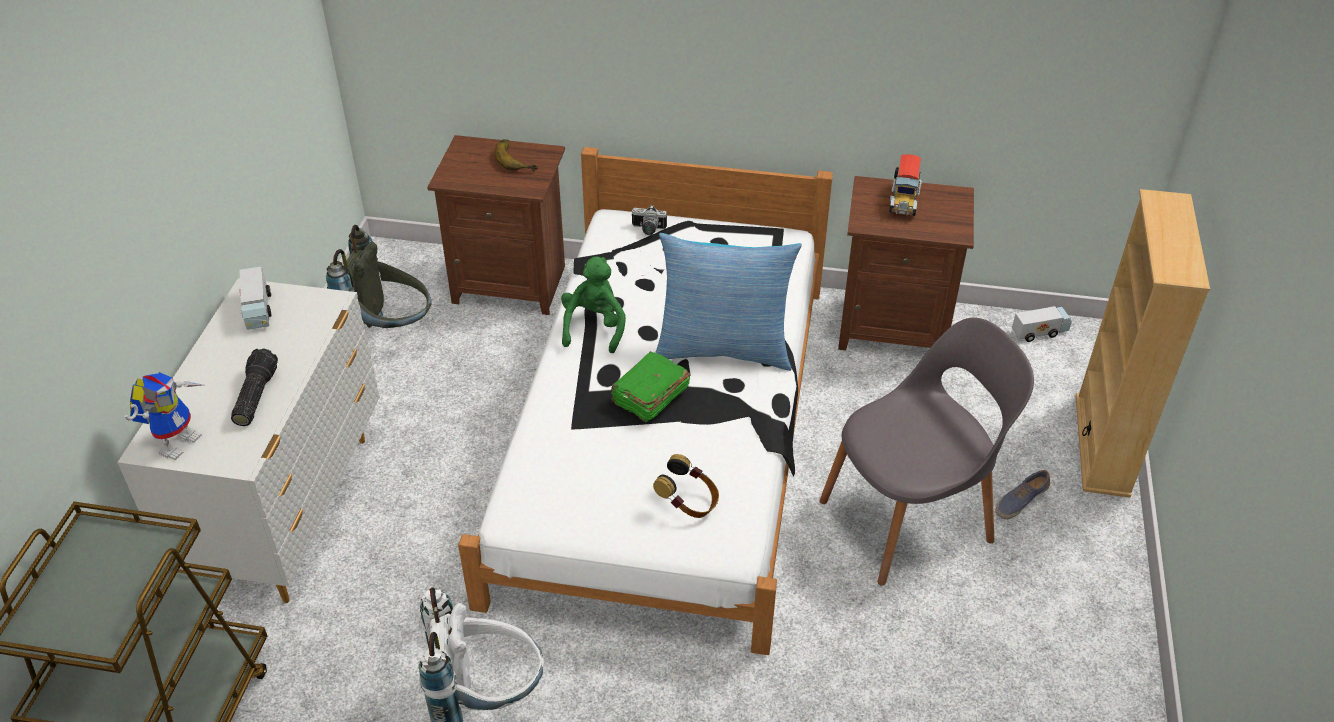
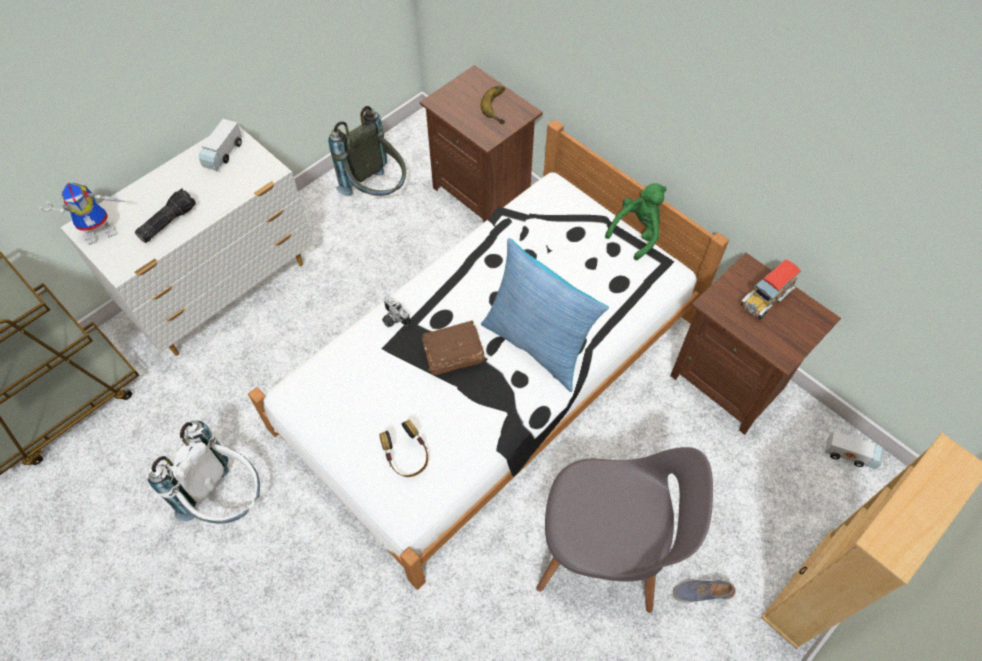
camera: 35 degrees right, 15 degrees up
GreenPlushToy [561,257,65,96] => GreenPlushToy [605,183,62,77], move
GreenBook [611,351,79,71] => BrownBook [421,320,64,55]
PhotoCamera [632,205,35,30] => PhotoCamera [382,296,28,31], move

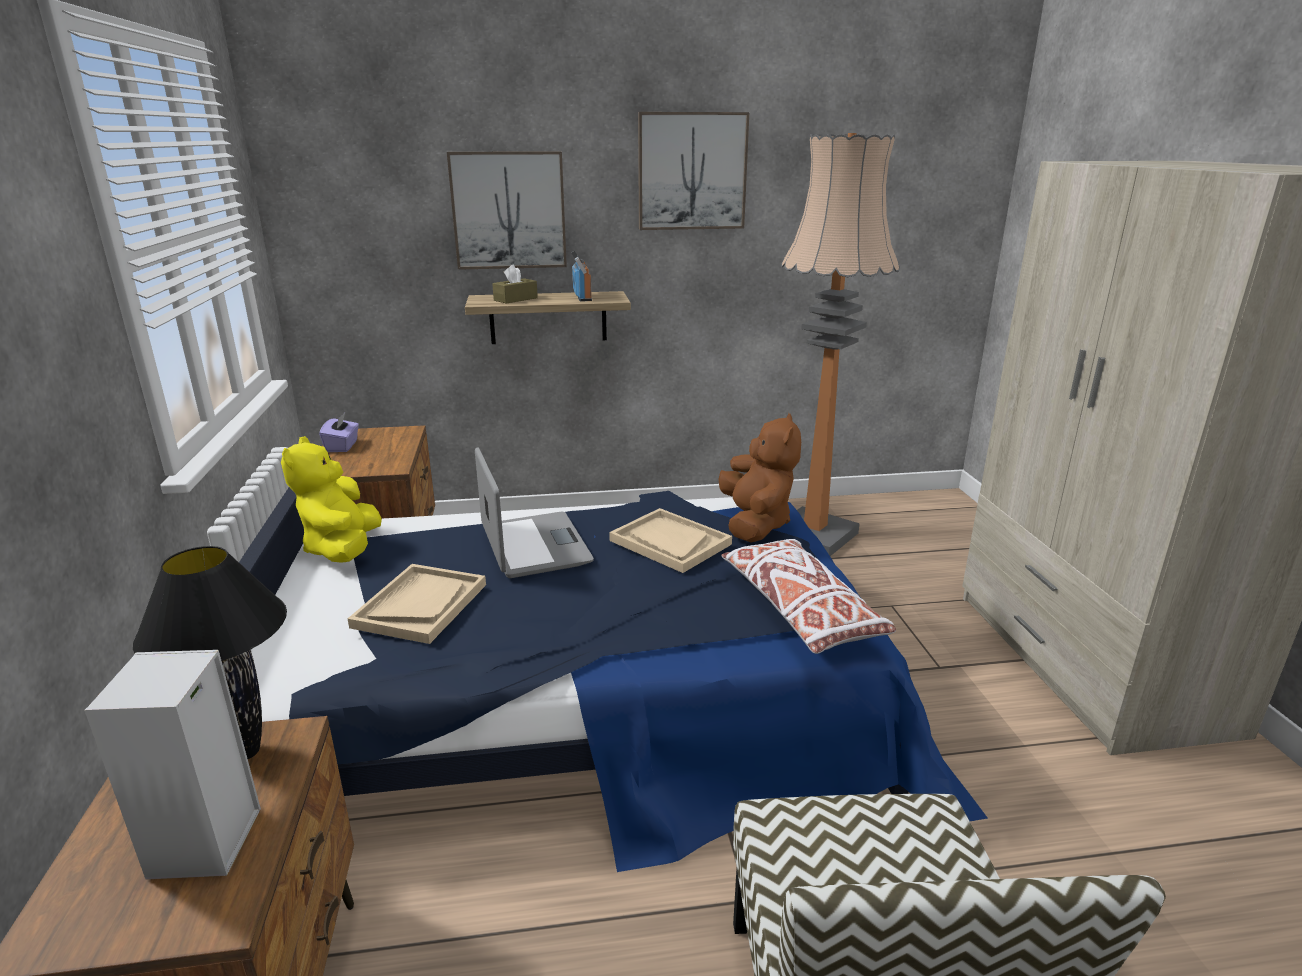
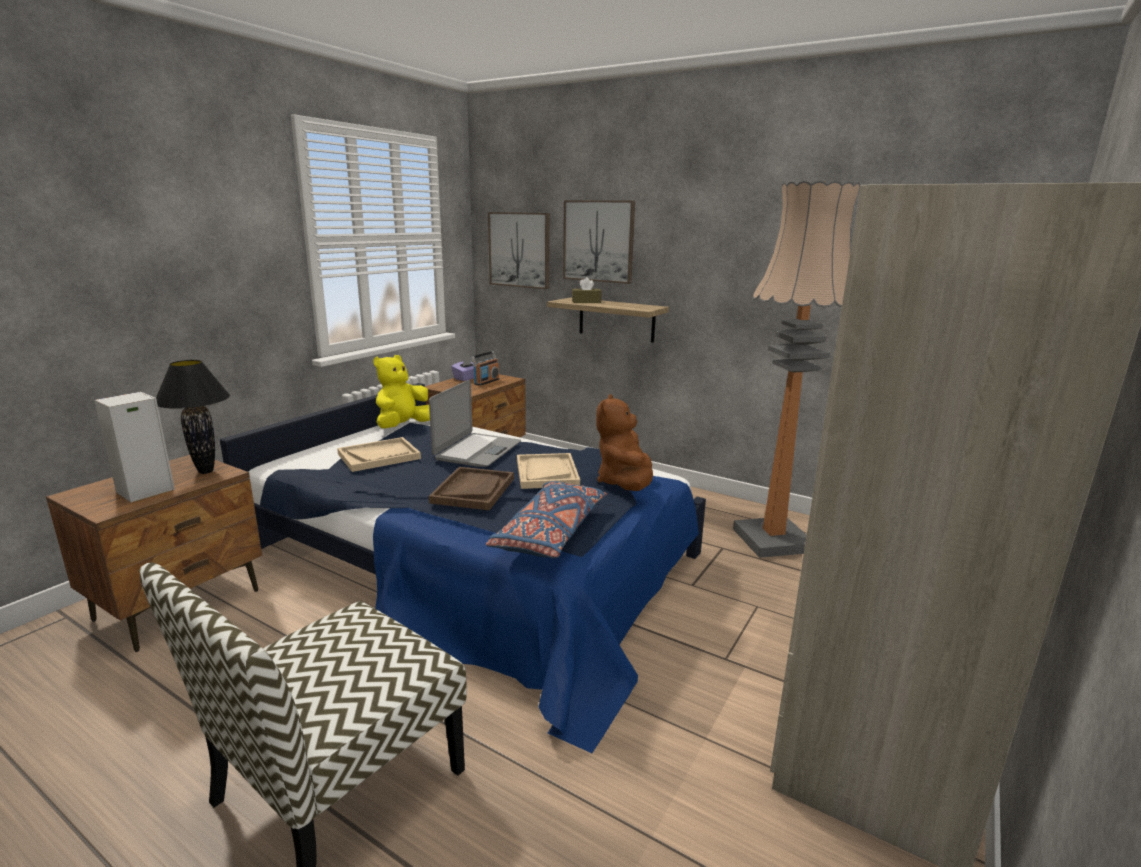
camera: 40 degrees right, 5 degrees down
Radio [571,251,21,51] => Radio [471,351,28,35], move
Picture [638,112,111,118] => Picture [488,212,62,77], move
BrownPlushToy [718,413,83,130] => BrownPlushToy [596,394,57,97], 150 degrees clockwise
WhitePillow [721,539,175,115] => BluePillow [486,481,121,78]
nothing => BrownTray [429,467,85,43]

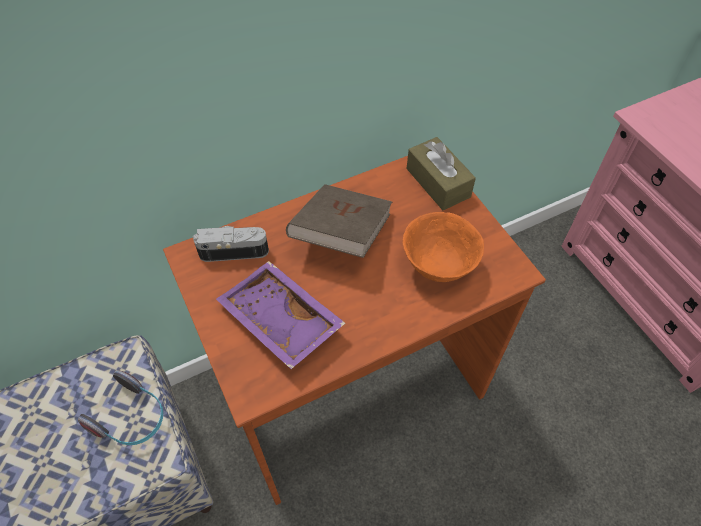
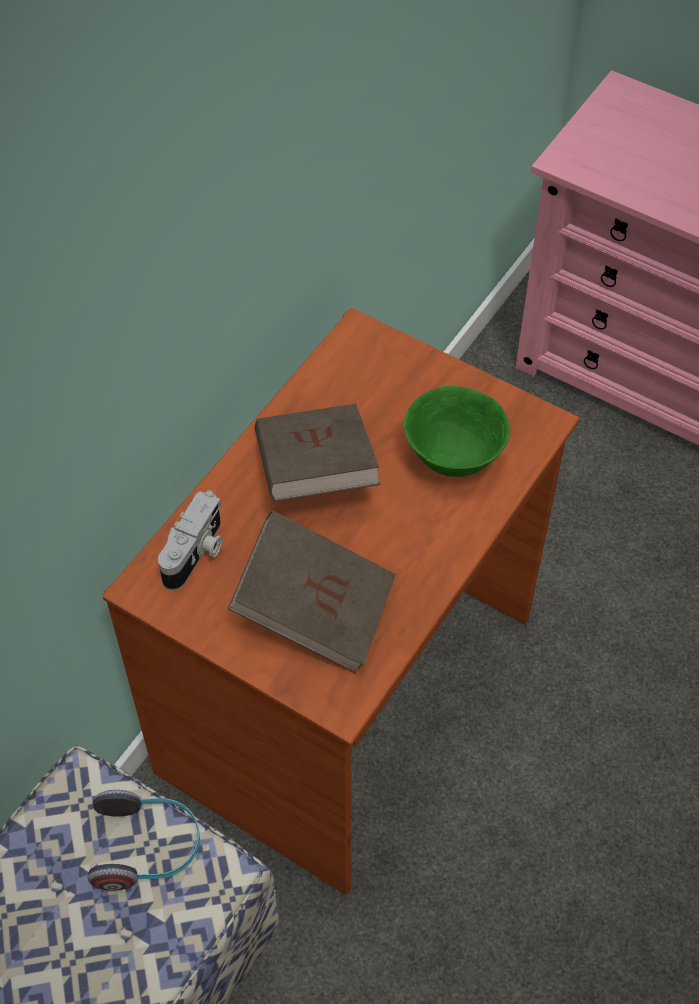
camera: 30 degrees left, 0 degrees up
PhotoCamera [193,226,76,36] => PhotoCamera [158,490,65,100], 150 degrees clockwise
PurpleTray [216,261,130,108] => BrownBook [228,510,168,163]
OrangeBowl [403,212,81,70] => GreenBowl [404,386,106,91]
BrownTissueBox [407,137,69,73] => nothing

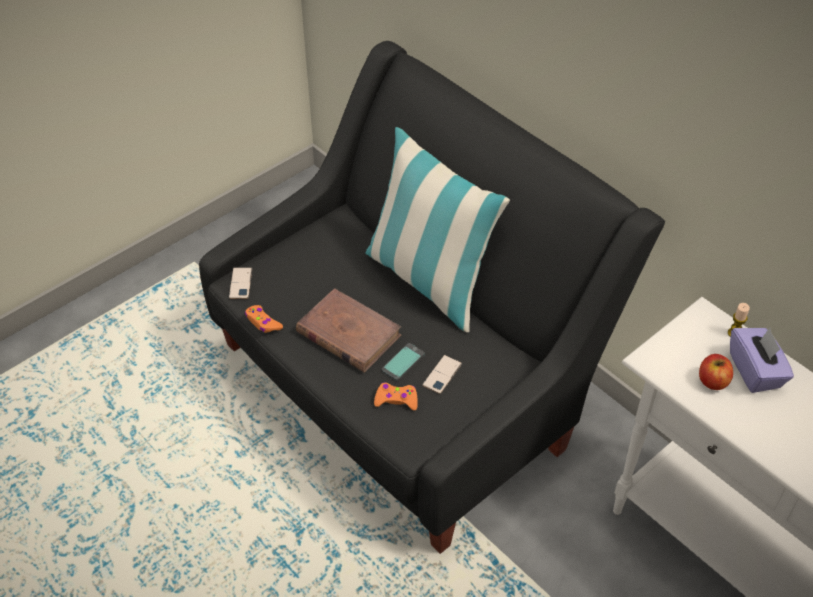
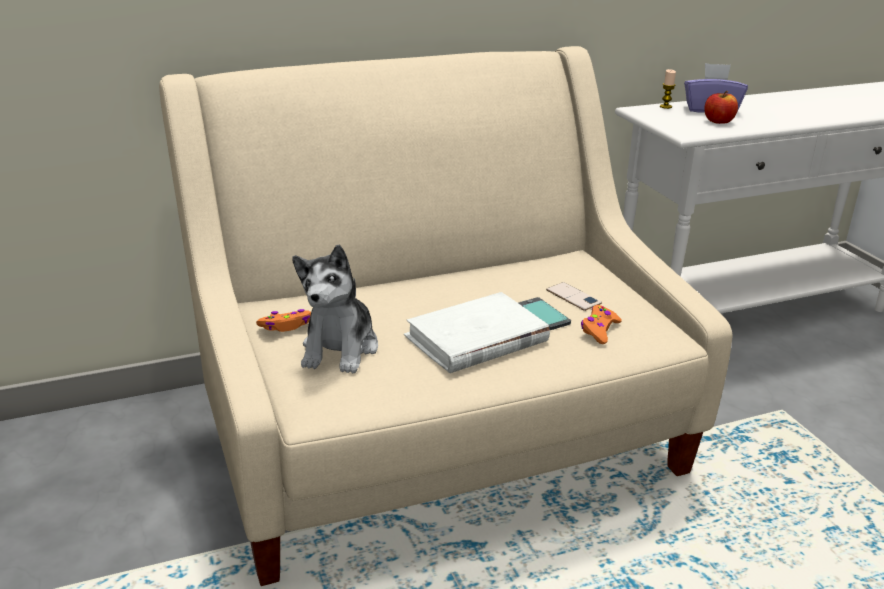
camera: 70 degrees left, 20 degrees down
BlackSofa [199,41,466,513] => BeigeSofa [159,46,574,540]
Phone [229,267,23,32] => nothing
OrangeGameController [245,305,38,28] => OrangeGameController [256,309,55,23], move
BrownBook [296,288,105,85] => WhiteBook [404,292,146,81]
Pillow [365,127,145,206] => nothing
nothing => PlushToy [293,244,85,130]

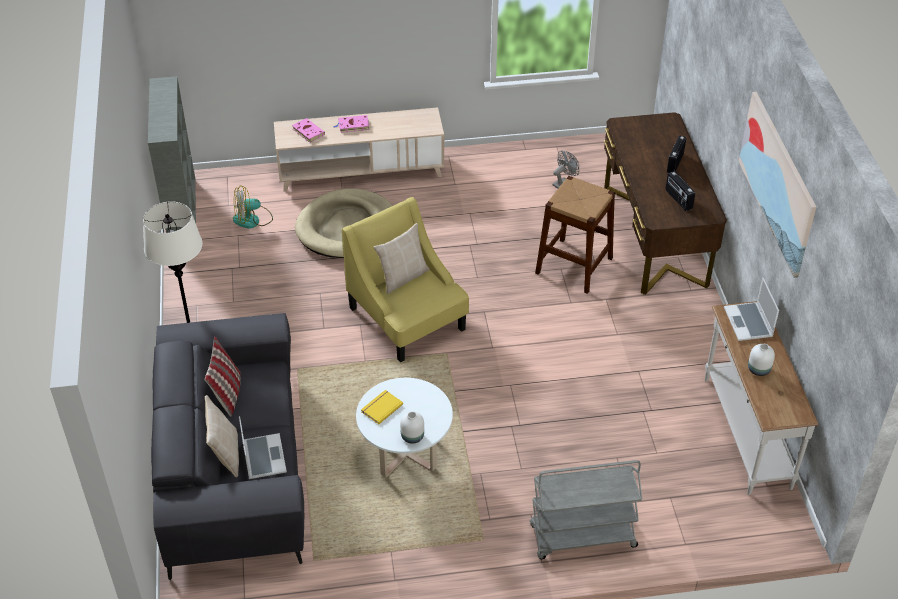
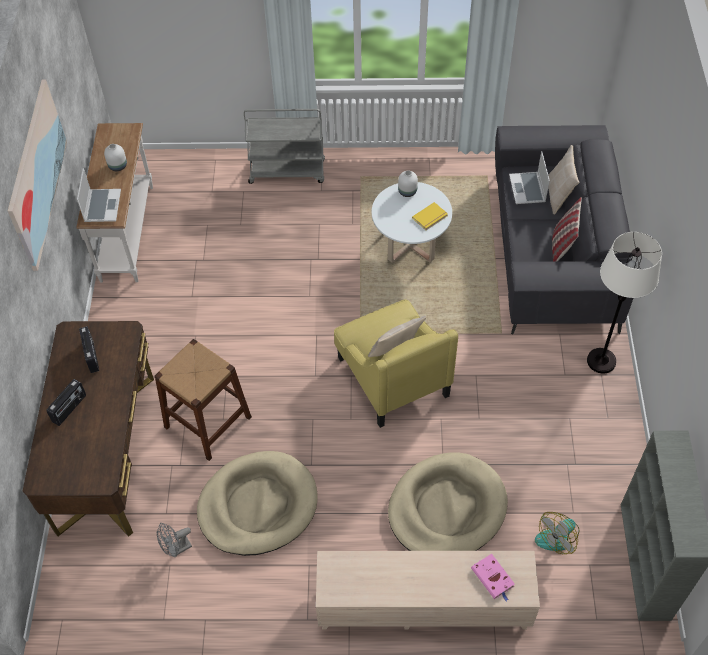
camera: 170 degrees left, 10 degrees up
Fan [233,185,40,44] => Fan [535,512,44,42], 150 degrees clockwise
PinkBook [334,115,35,18] => nothing
nothing => BeigeDogBed [197,451,121,105]

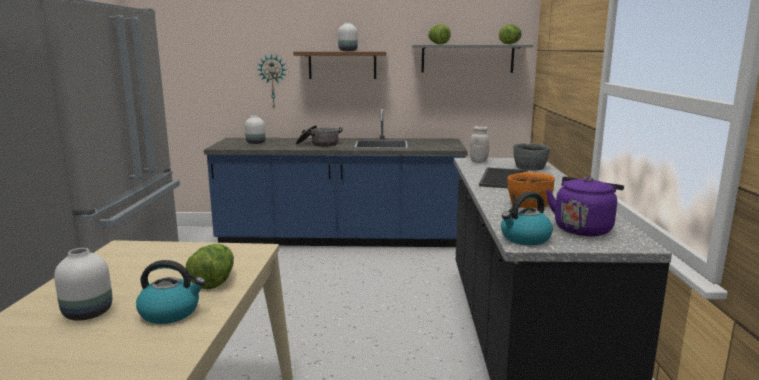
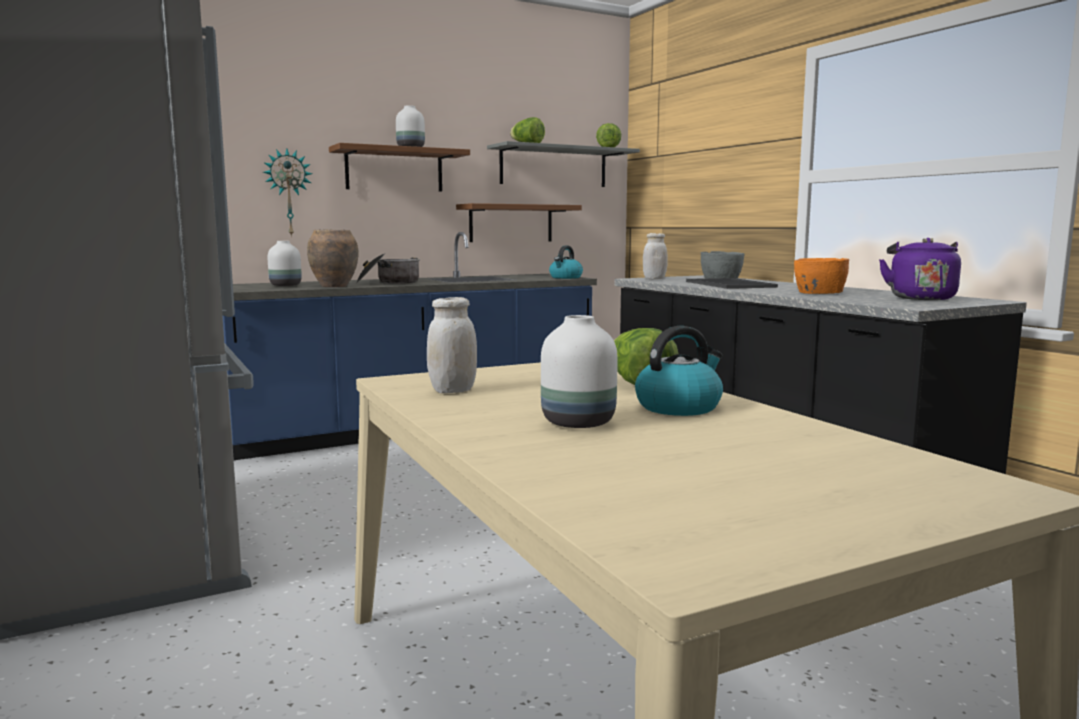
camera: 30 degrees left, 5 degrees down
Kettle [501,192,52,53] => Kettle [549,245,34,34], move
nothing => BrownVase [307,229,52,58]
nothing => WhiteJar [427,297,50,96]
nothing => BrownShelf [456,203,126,39]

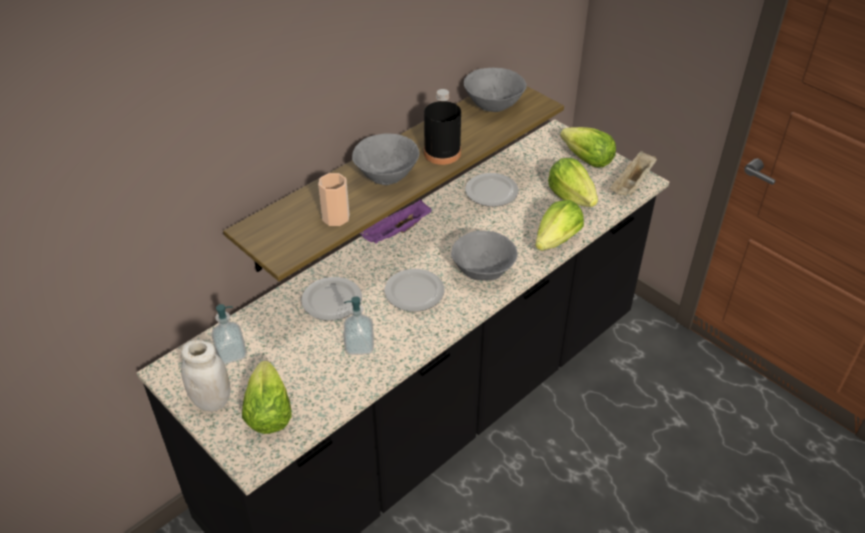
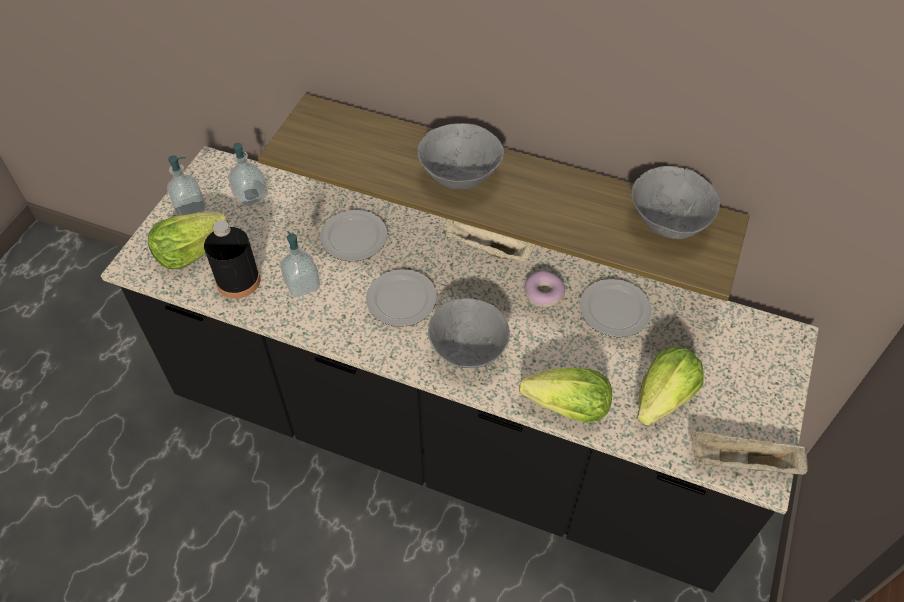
camera: 65 degrees right, 10 degrees up
WhiteJar [181,340,49,72] => SoapDispenser [167,155,39,61]
Cup [318,173,32,53] => nothing
PurpleTray [360,200,72,44] => BeigeTray [442,219,93,43]
BlackBottle [424,89,37,76] => BlackBottle [204,220,56,79], move
Lettuce [560,127,56,40] => nothing
nothing => Donut [525,271,41,36]

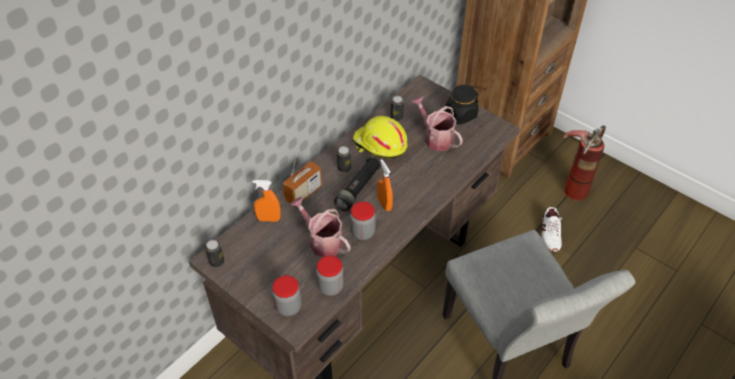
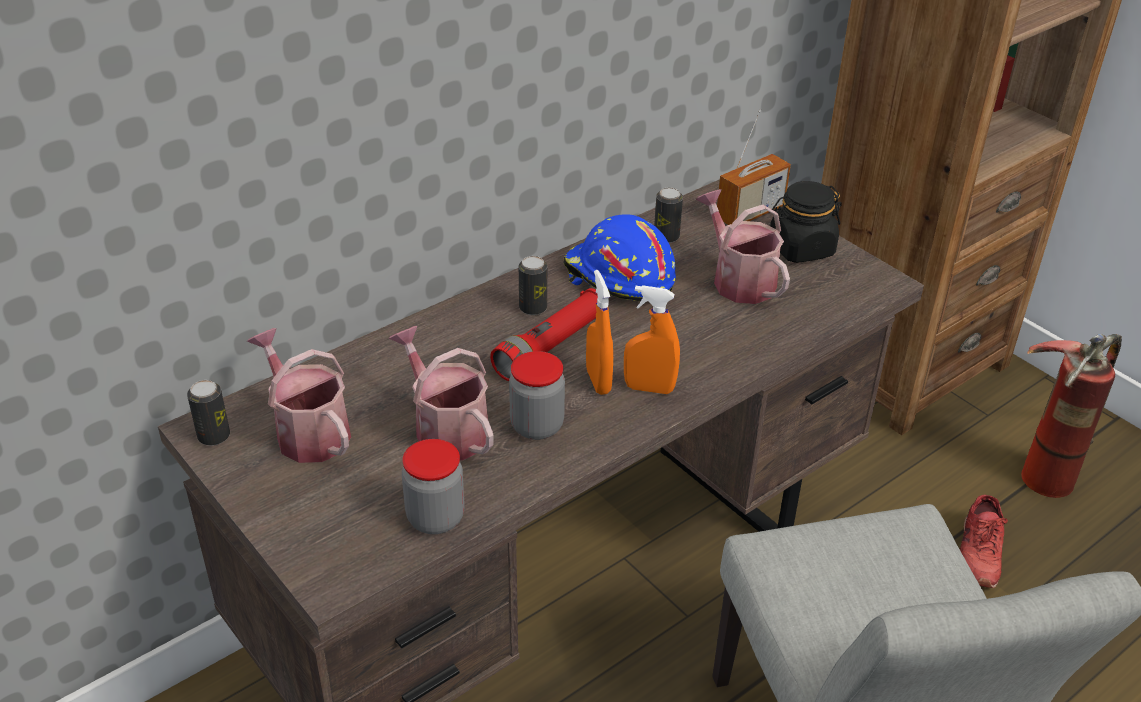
camera: 10 degrees right, 10 degrees down
OrangeSprayBottle [253,180,28,41] => OrangeSprayBottle [624,285,56,109], move
Jar [272,275,30,41] => nothing
Radio [283,145,39,62] => Radio [717,109,74,116], move
BlackFlashlight [334,157,47,54] => RedFlashlight [490,288,108,93]
YellowHardHat [353,116,55,42] => BlueHardHat [563,214,113,87]
WhiteShoe [541,207,21,44] => RedShoe [960,495,48,93]
nothing => WateringCan [247,328,104,135]

